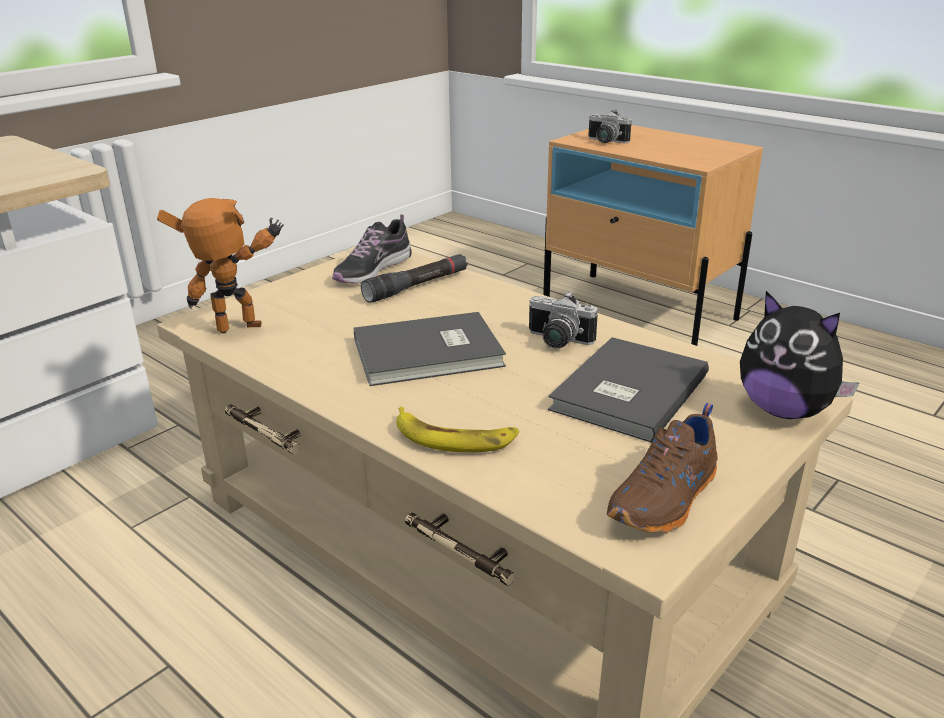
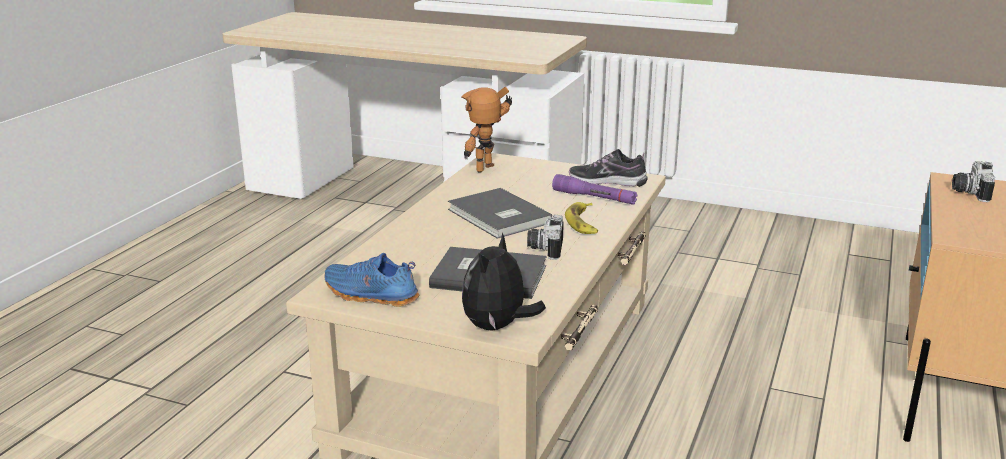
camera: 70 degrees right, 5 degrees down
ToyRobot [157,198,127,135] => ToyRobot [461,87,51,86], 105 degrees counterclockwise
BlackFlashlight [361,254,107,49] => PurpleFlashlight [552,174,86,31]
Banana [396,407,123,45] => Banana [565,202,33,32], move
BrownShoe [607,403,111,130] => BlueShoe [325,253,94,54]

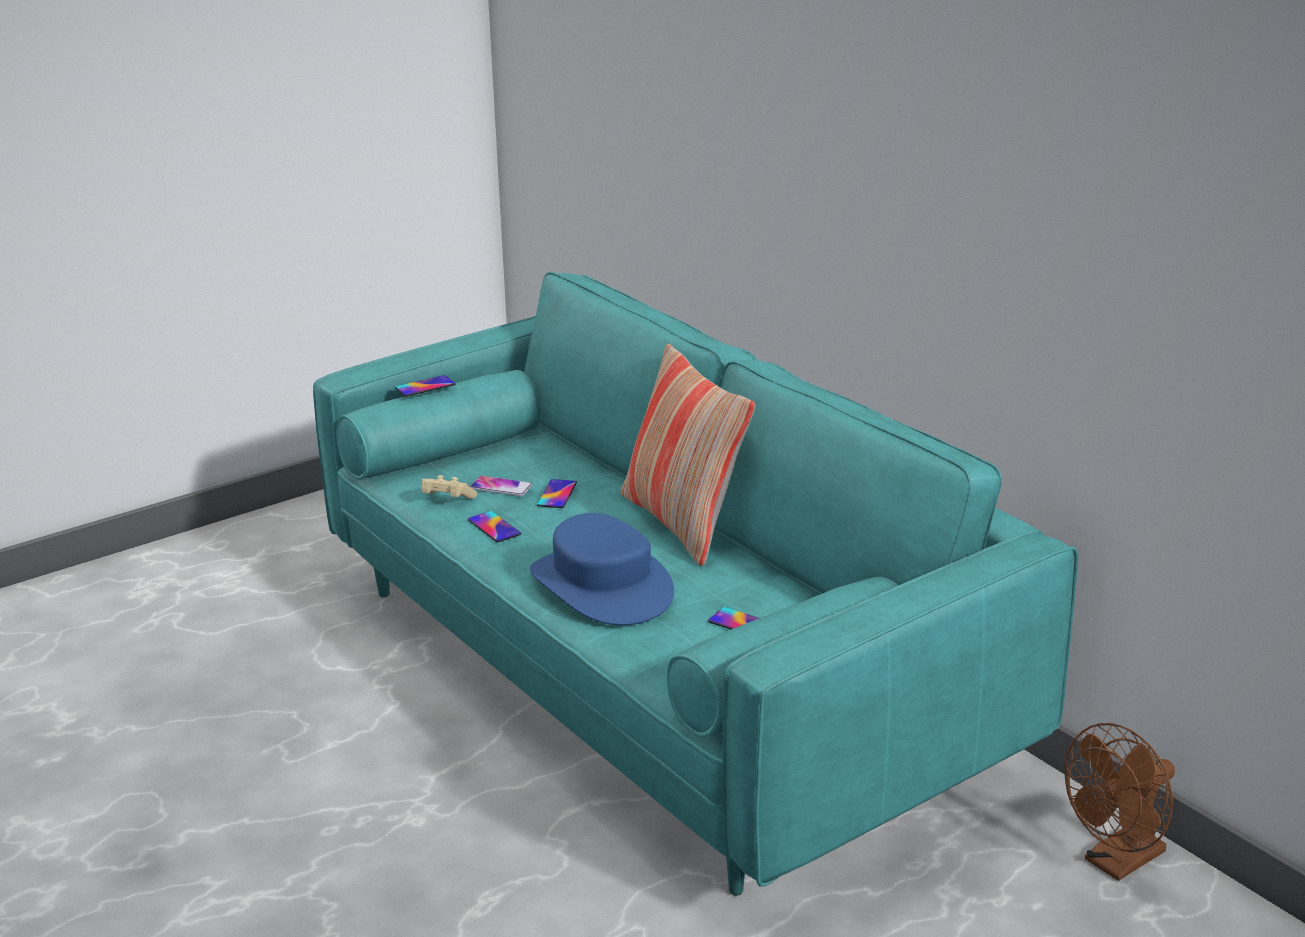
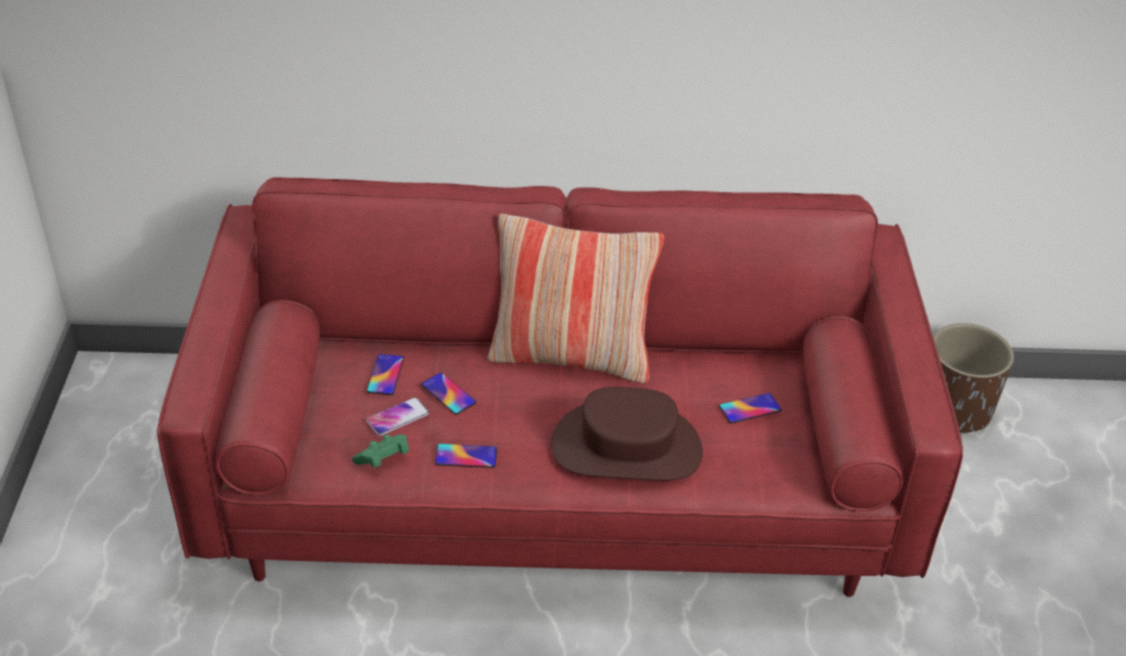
camera: 55 degrees left, 15 degrees up
TurquoiseSofa [313,272,765,624] => RedSofa [157,177,806,420]
Phone [395,375,61,22] => Phone [367,354,37,41], move
BeigeGameController [421,475,56,24] => GreenGameController [352,434,57,34]
BlueHat [530,513,144,113] => BrownHat [551,387,152,94]
BrownFan [1064,723,111,158] => BrownPlanter [933,323,81,110]

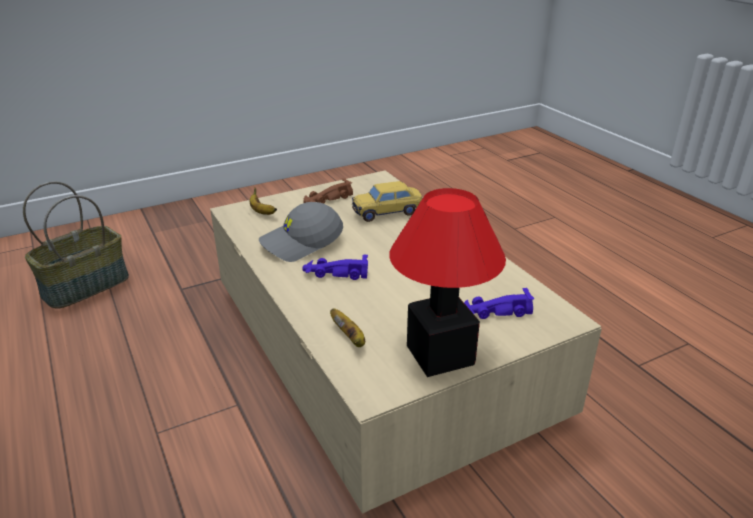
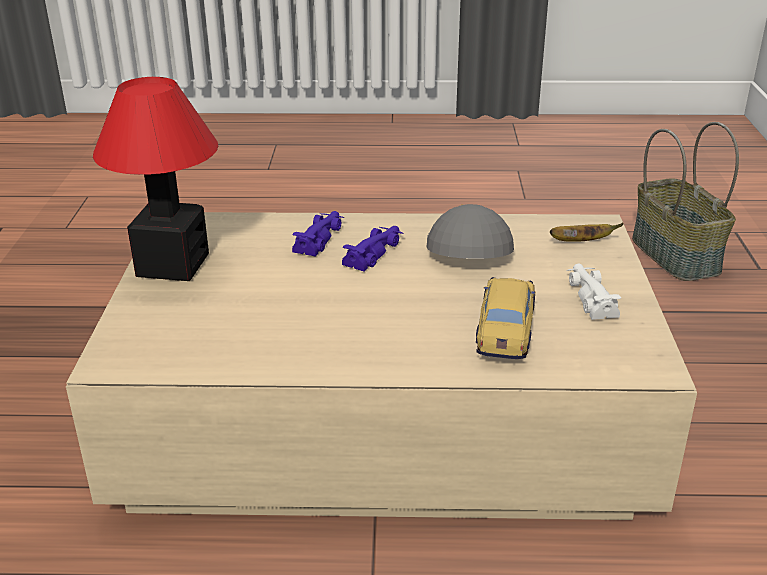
camera: 120 degrees right, 0 degrees up
BrownToyCar [303,178,50,26] => WhiteToyCar [567,264,54,56]
Banana [330,308,35,39] => nothing
PurpleToyCar [464,288,70,31] => PurpleToyCar [292,211,53,46], move

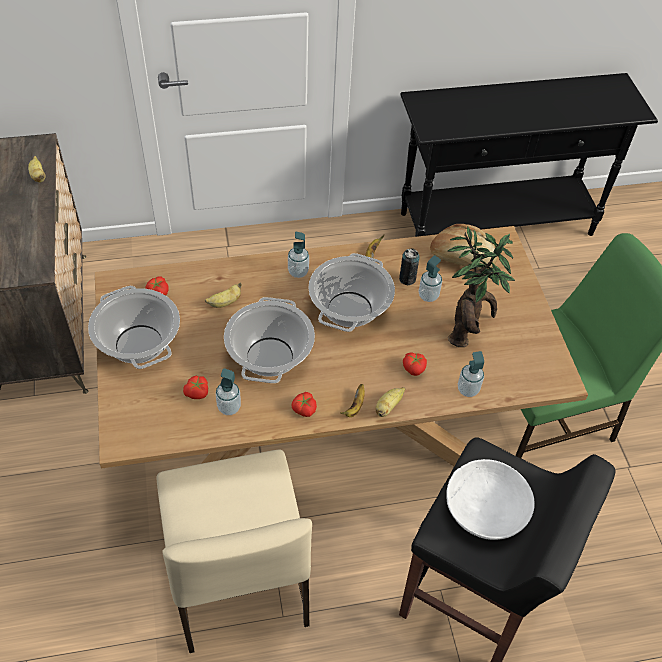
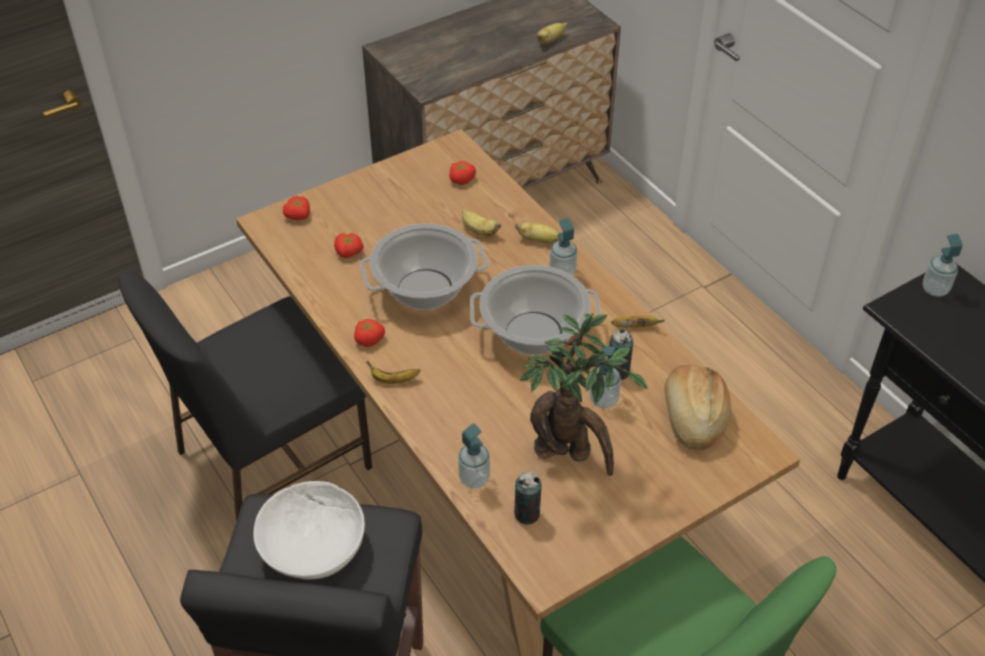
camera: 70 degrees right, 5 degrees down
CookingPot [88,286,92,83] => nothing
BeigeChair [157,450,155,203] => BlackChair [118,270,255,252]
SoapDispenser [216,368,25,47] => SoapDispenser [923,234,40,63], move
Banana [375,387,30,30] => Banana [515,222,45,22], move
Tomato [403,353,24,23] => Tomato [283,196,27,24], move
nothing => Can [514,472,27,53]

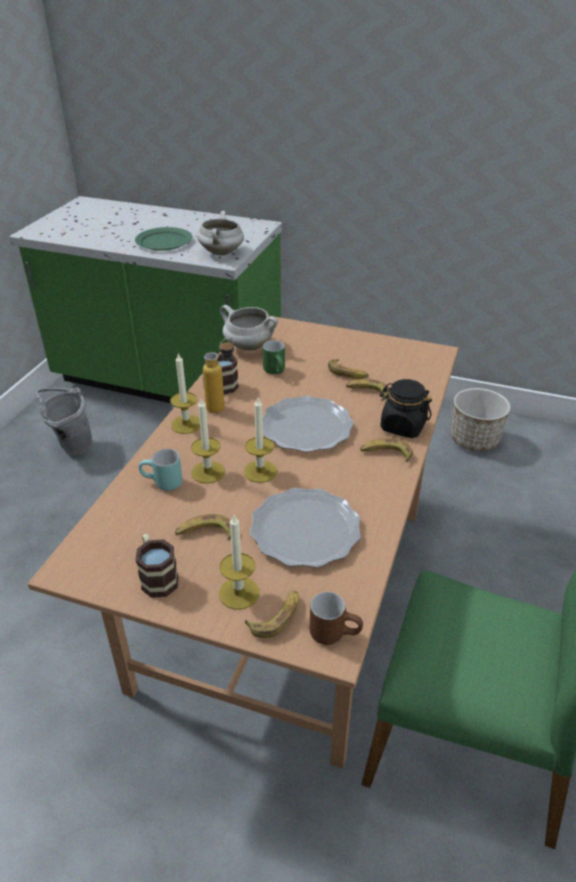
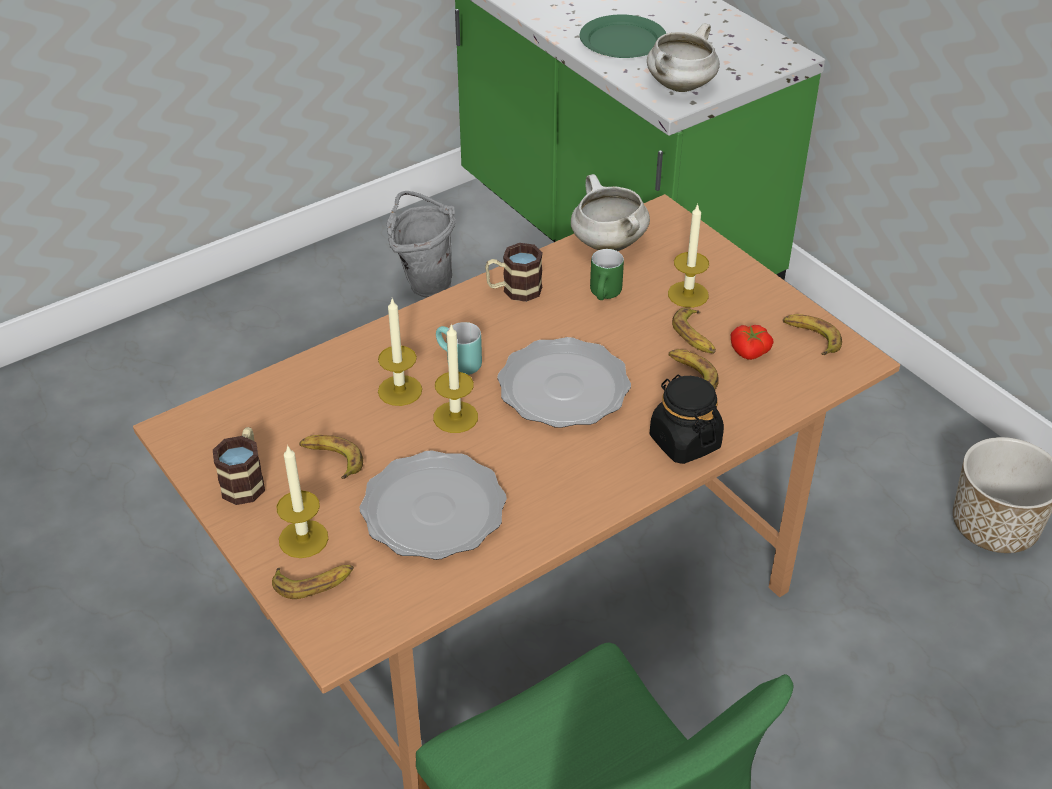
camera: 35 degrees right, 5 degrees up
TurquoiseMug [139,449,43,42] => TurquoiseMug [436,322,46,53], move
Candle [170,352,30,82] => Candle [668,203,41,105], move
Bottle [203,338,31,75] => nothing
BrownMug [310,592,53,53] => nothing
Banana [360,438,53,24] => Banana [783,314,59,41], move
nothing => Tomato [731,325,43,35]

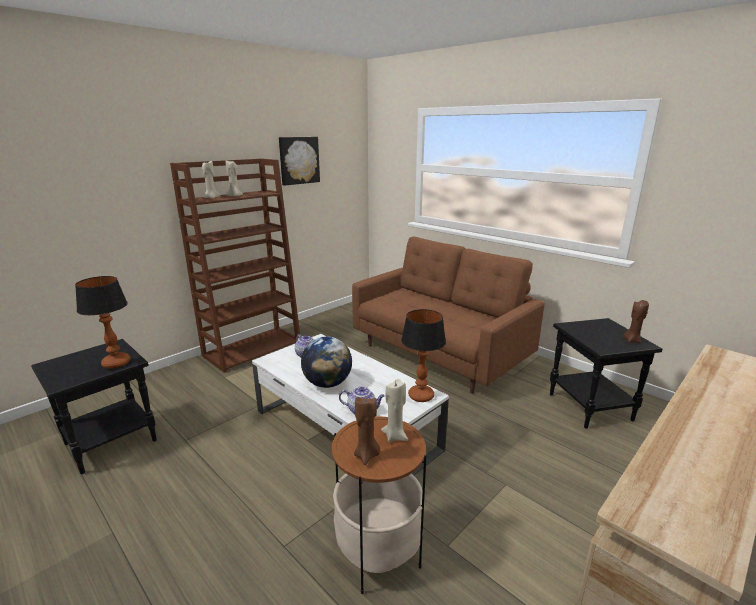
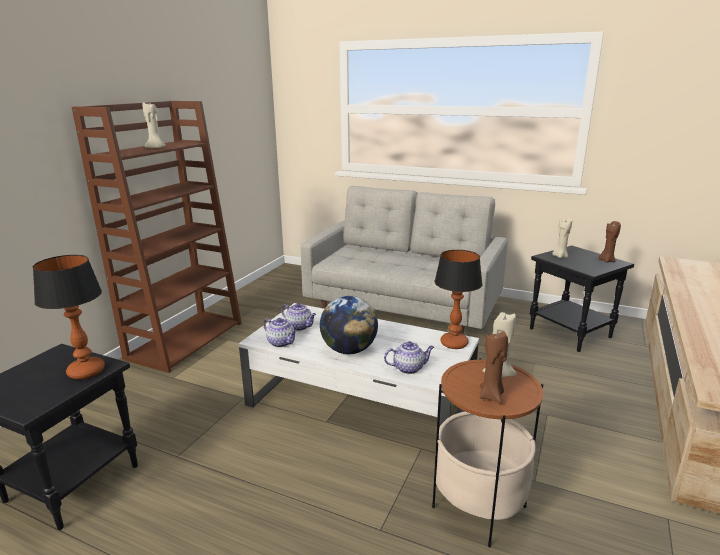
camera: 20 degrees left, 0 degrees up
BeigeCandle [202,160,18,39] => BeigeCandle [552,217,20,41], move
Picture [279,137,41,48] => nothing
BrownSofa [352,236,193,158] => GreySofa [300,186,208,148]
nothing => Teapot [263,318,34,29]

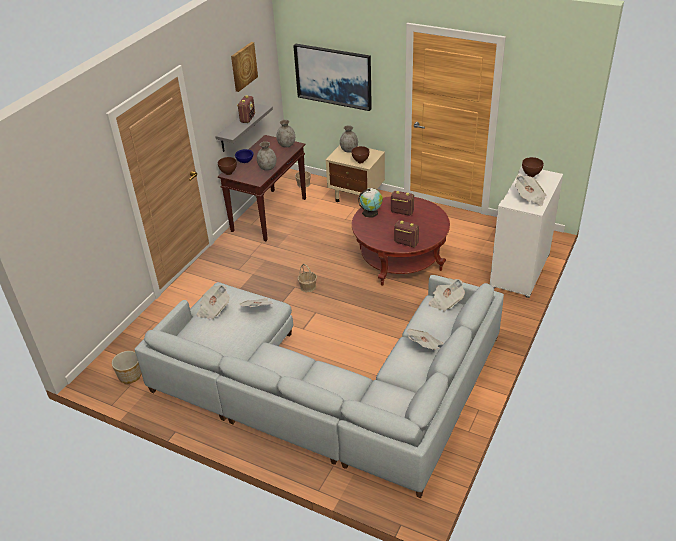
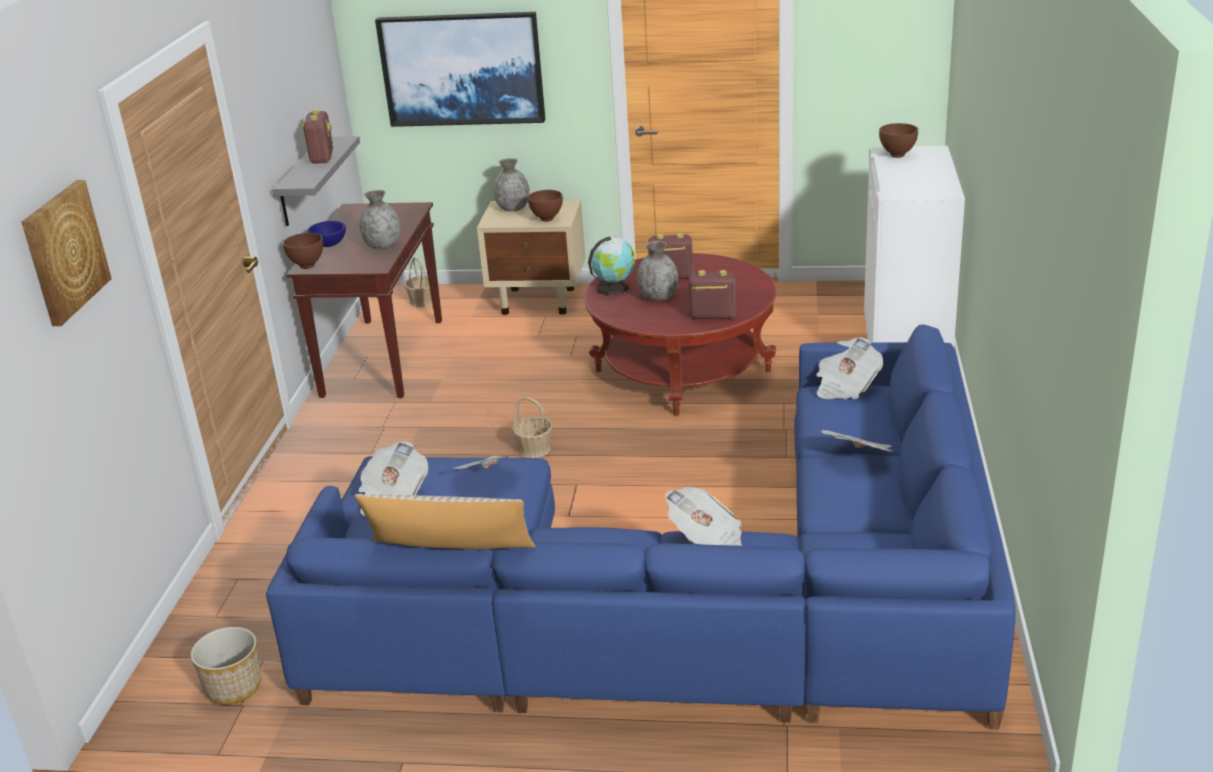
camera: 20 degrees left, 10 degrees down
GreySofa [134,275,370,223] => BlueSofa [266,324,750,405]
Picture [231,42,27,50] => Picture [21,180,91,146], move
GreyVase [277,120,18,28] => GreyVase [637,241,41,60], move
Newspaper [515,175,31,31] => Newspaper [665,487,77,59], move
nothing => BeigePillow [354,494,181,55]

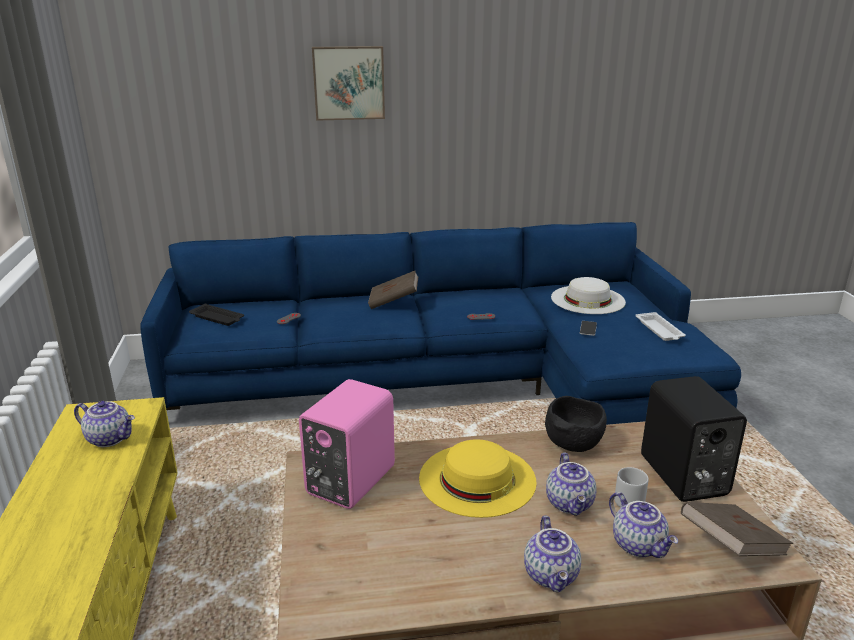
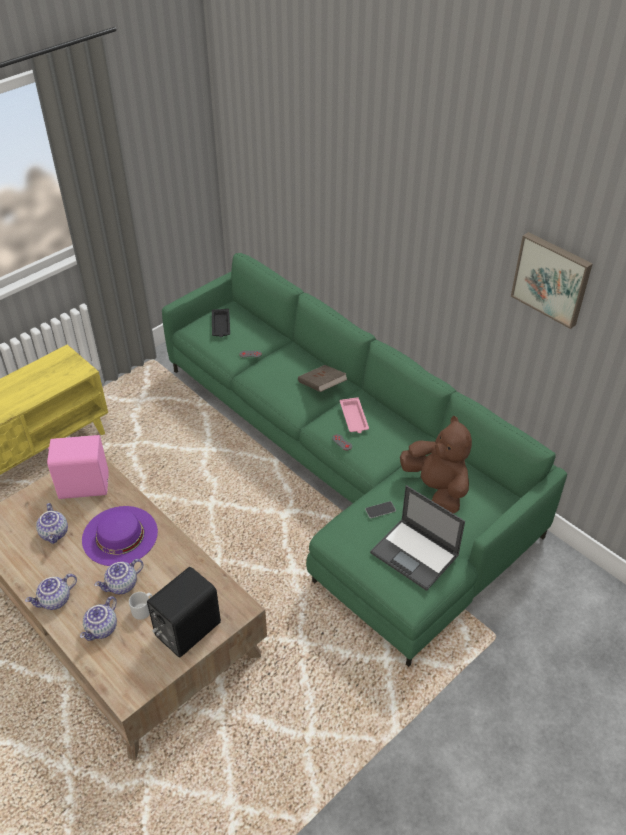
camera: 55 degrees right, 20 degrees up
Teapot [74,401,61,46] => Teapot [36,503,32,41], move
BlueSofa [140,222,601,203] => GreenSofa [162,253,405,414]
Picture [312,46,73,75] => Picture [511,232,82,97], move
YellowHat [419,439,118,79] => PurpleHat [82,506,76,60]
BlackBowl [545,396,62,56] => nothing
WhiteHat [551,277,75,37] => BrownPlushToy [400,416,72,97]
WhiteTray [636,312,50,29] => Laptop [370,485,95,106]
BrownBook [681,502,112,54] => nothing
nothing => PinkTray [340,397,29,36]

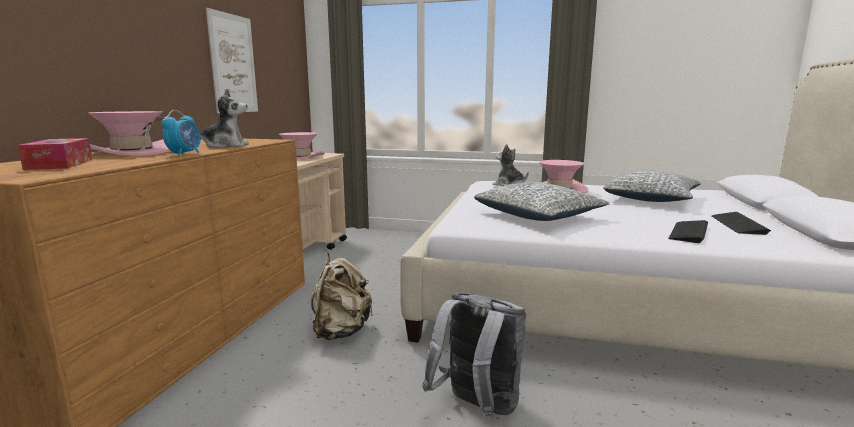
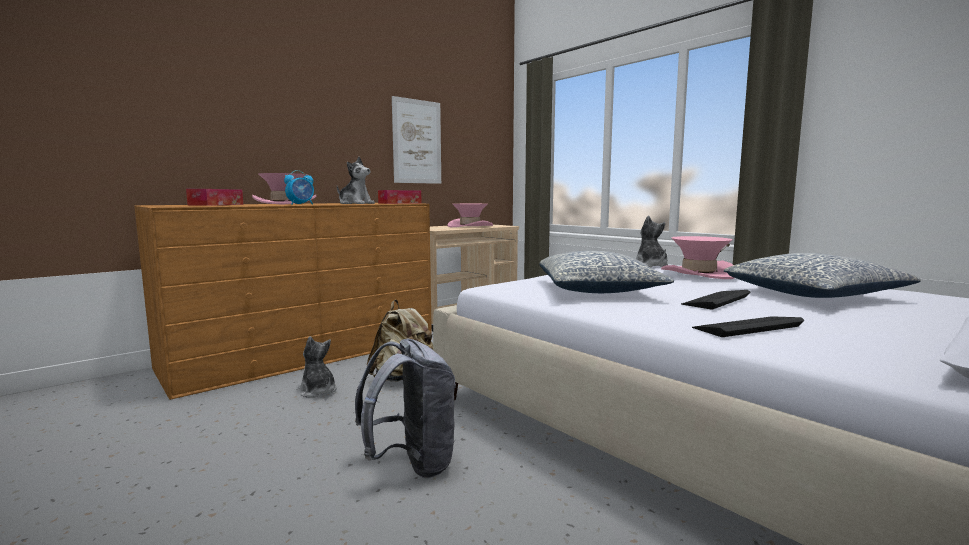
camera: 35 degrees right, 5 degrees down
Keyboard [712,212,59,23] => Keyboard [681,290,69,19], move
nothing => PlushToy [298,336,39,62]
nothing => TissueBox [378,190,43,14]

